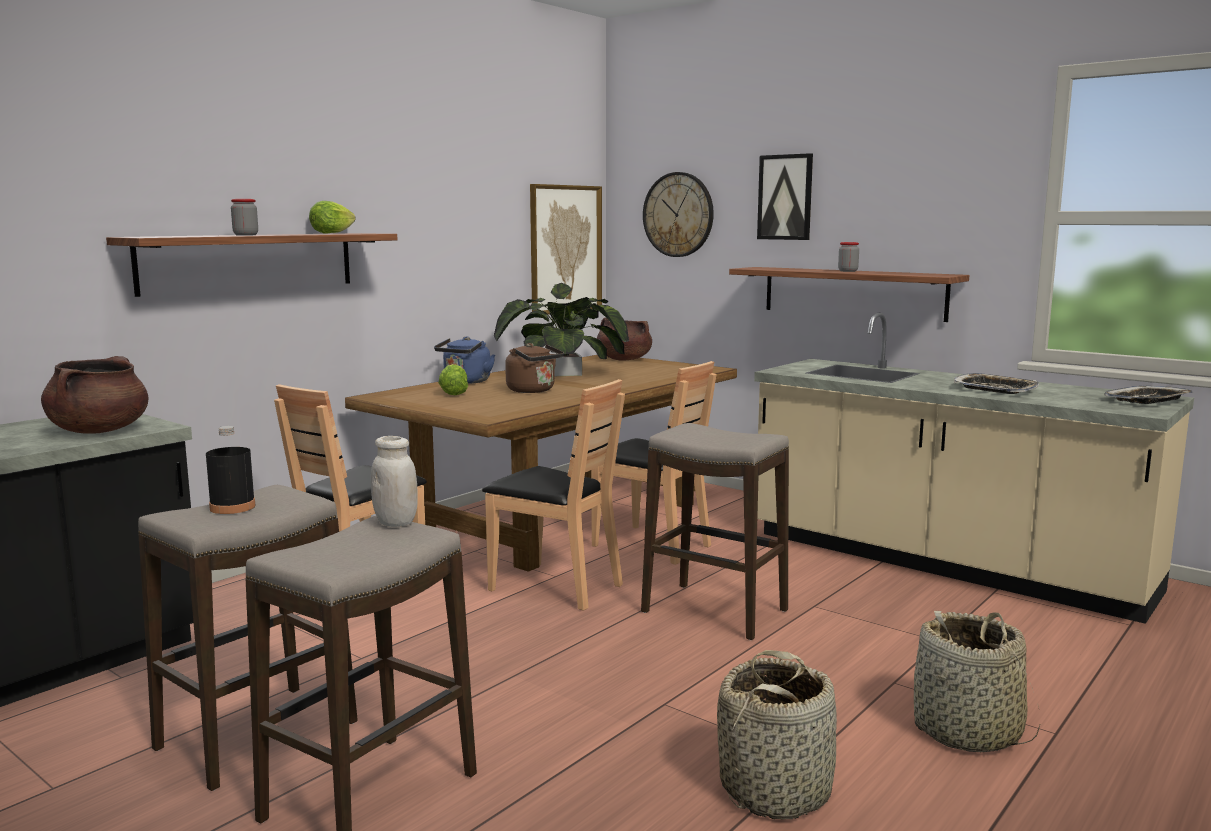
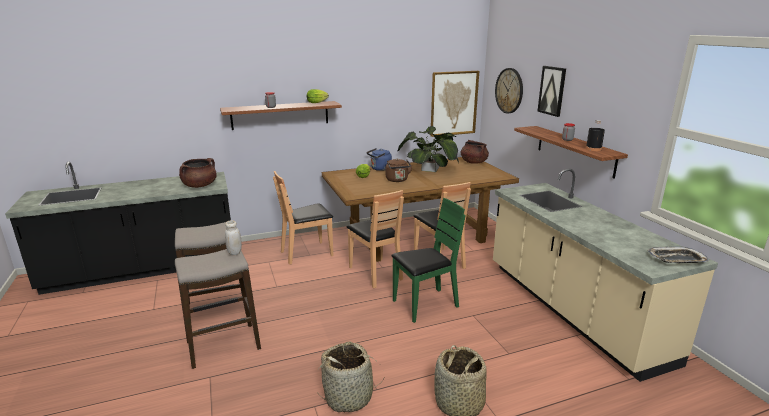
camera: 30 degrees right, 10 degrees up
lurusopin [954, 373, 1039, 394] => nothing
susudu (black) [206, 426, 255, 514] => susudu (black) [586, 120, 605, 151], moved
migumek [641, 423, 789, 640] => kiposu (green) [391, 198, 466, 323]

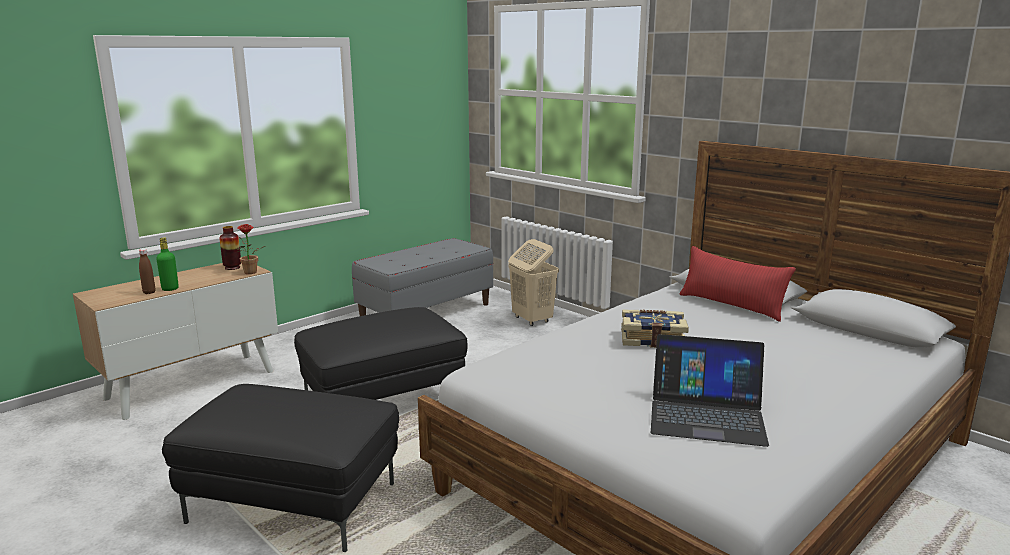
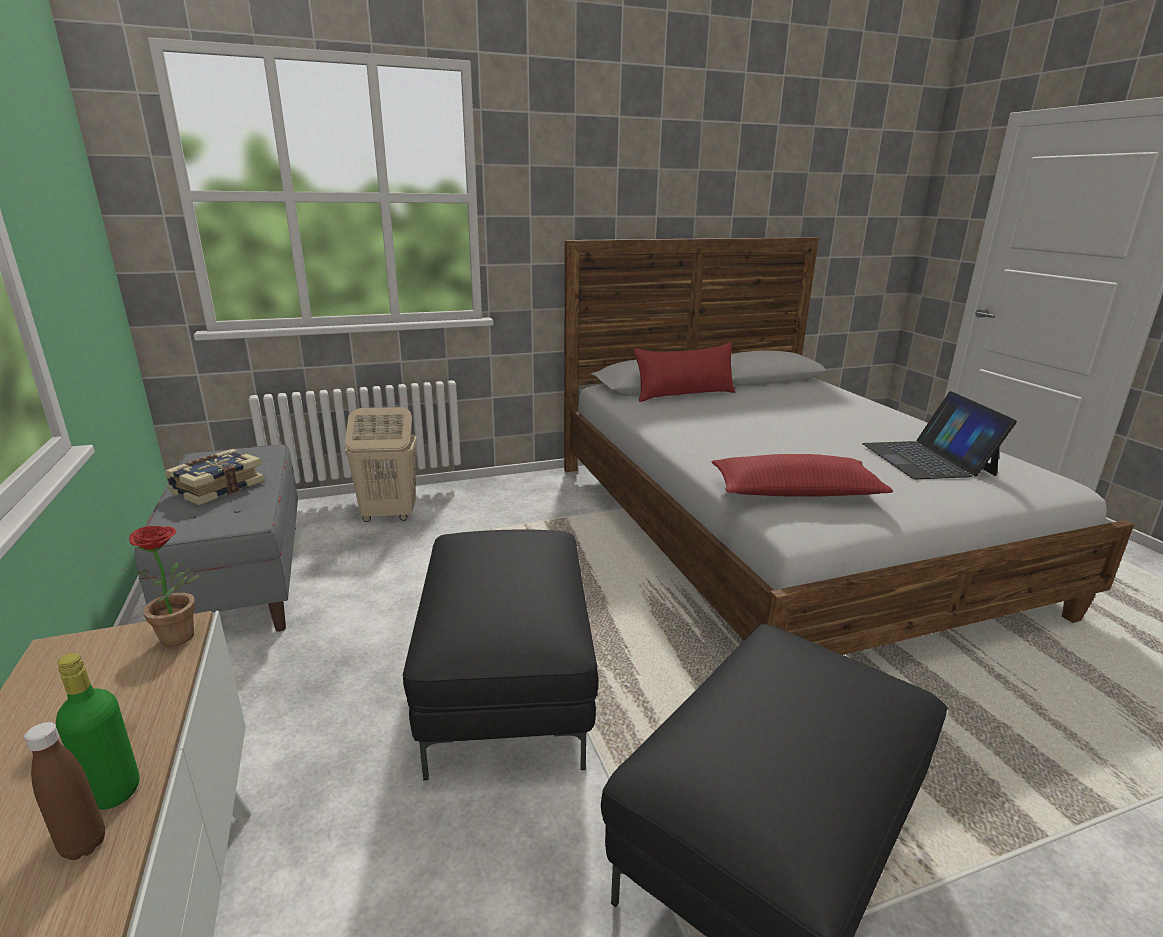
camera: 65 degrees left, 5 degrees up
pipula [219, 226, 241, 270] => nothing
nothing => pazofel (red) [712, 454, 893, 497]
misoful [621, 310, 689, 348] => misoful [165, 449, 265, 505], moved
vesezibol [651, 334, 769, 447] => vesezibol [862, 391, 1017, 479], 135 degrees clockwise

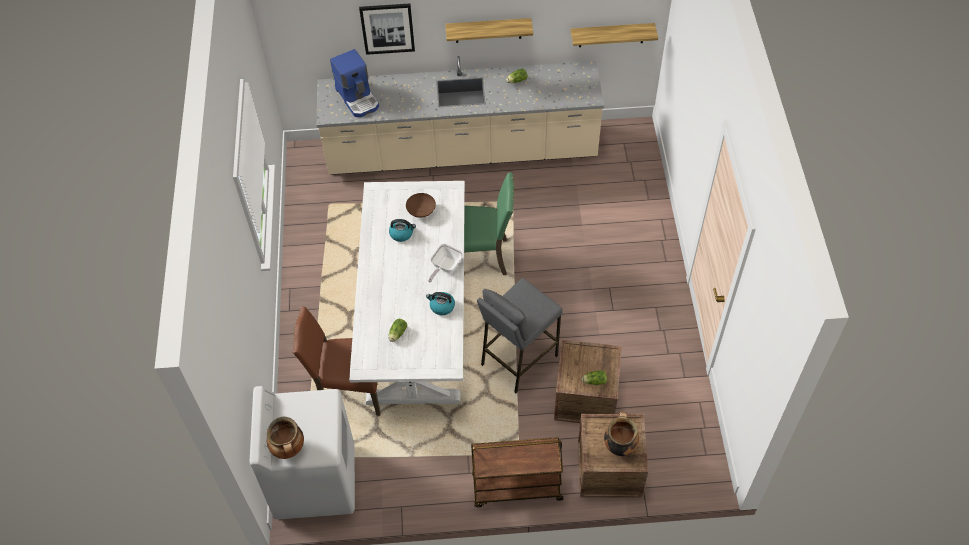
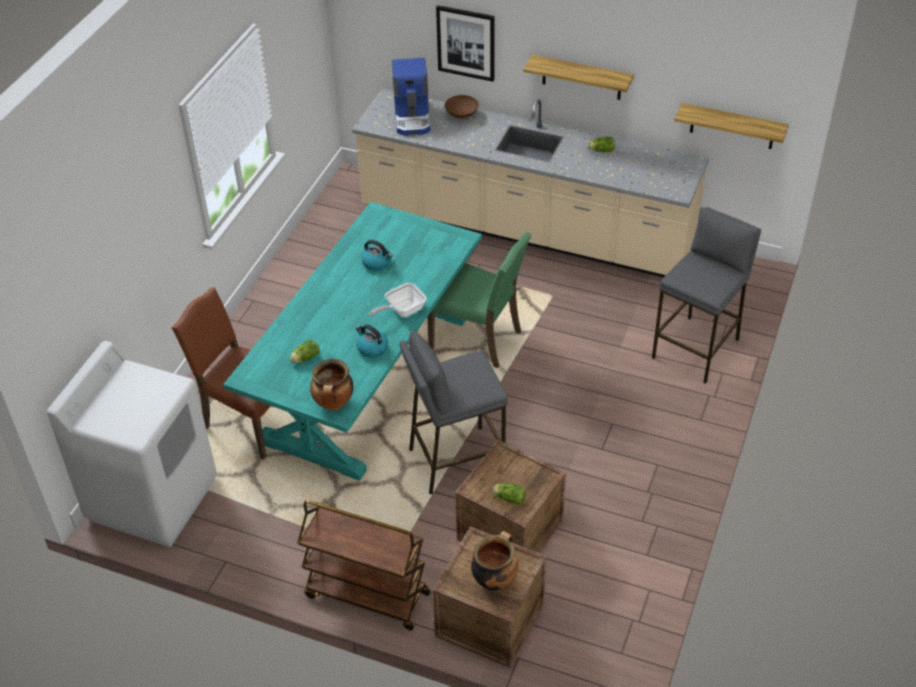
camera: 25 degrees right, 10 degrees down
nothing => migumek (grey) [652, 207, 761, 384]
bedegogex [267, 417, 304, 459] => bedegogex [310, 359, 353, 410], moved
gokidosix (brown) [406, 193, 436, 218] => gokidosix (brown) [445, 95, 479, 119], moved
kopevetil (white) [349, 181, 465, 405] => kopevetil (turquoise) [223, 202, 482, 481]

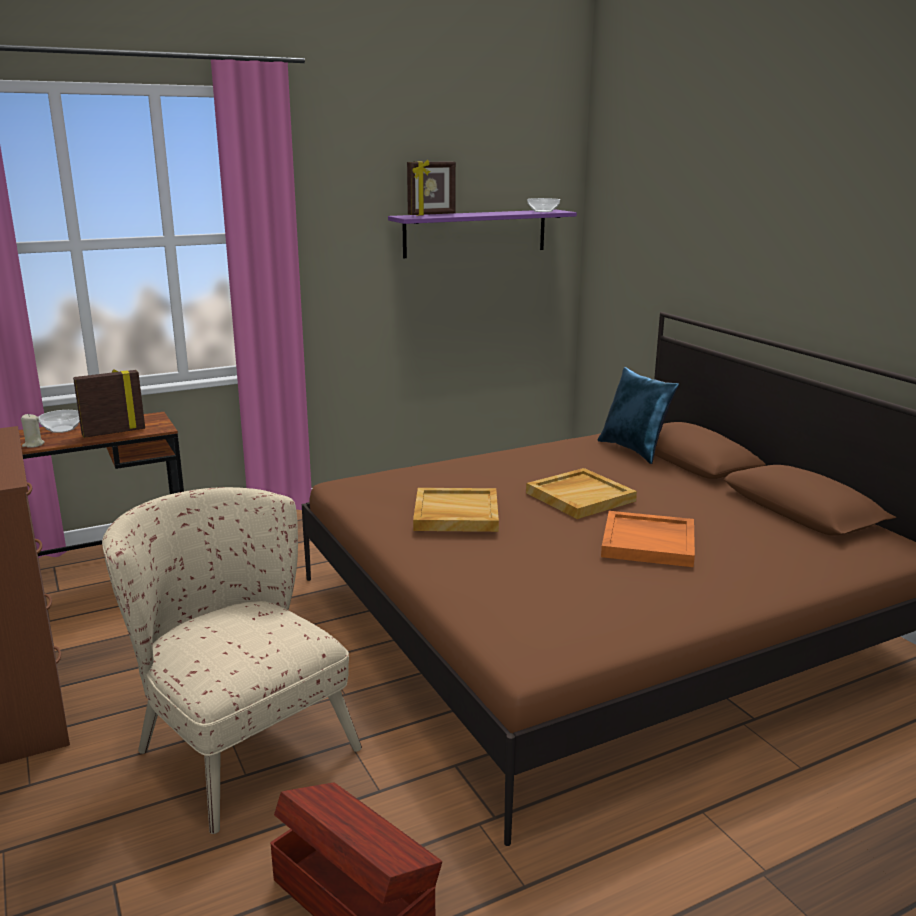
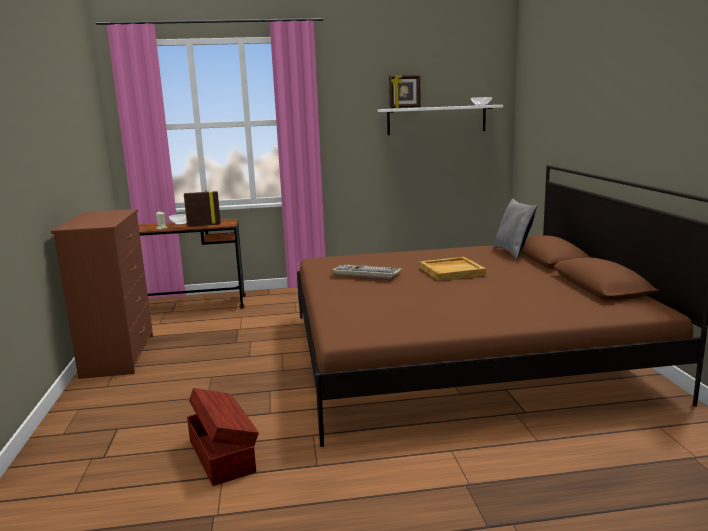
camera: 20 degrees right, 5 degrees down
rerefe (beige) [102, 487, 362, 834] => nothing
lurusopin (orange) [601, 511, 695, 567] => nothing
lurusopin (beige) [413, 488, 499, 532] => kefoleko [332, 265, 402, 279]
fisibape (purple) [388, 210, 577, 258] => fisibape (white) [378, 105, 503, 135]
pazofel (blue) [598, 367, 679, 464] => pazofel (grey) [494, 199, 537, 259]

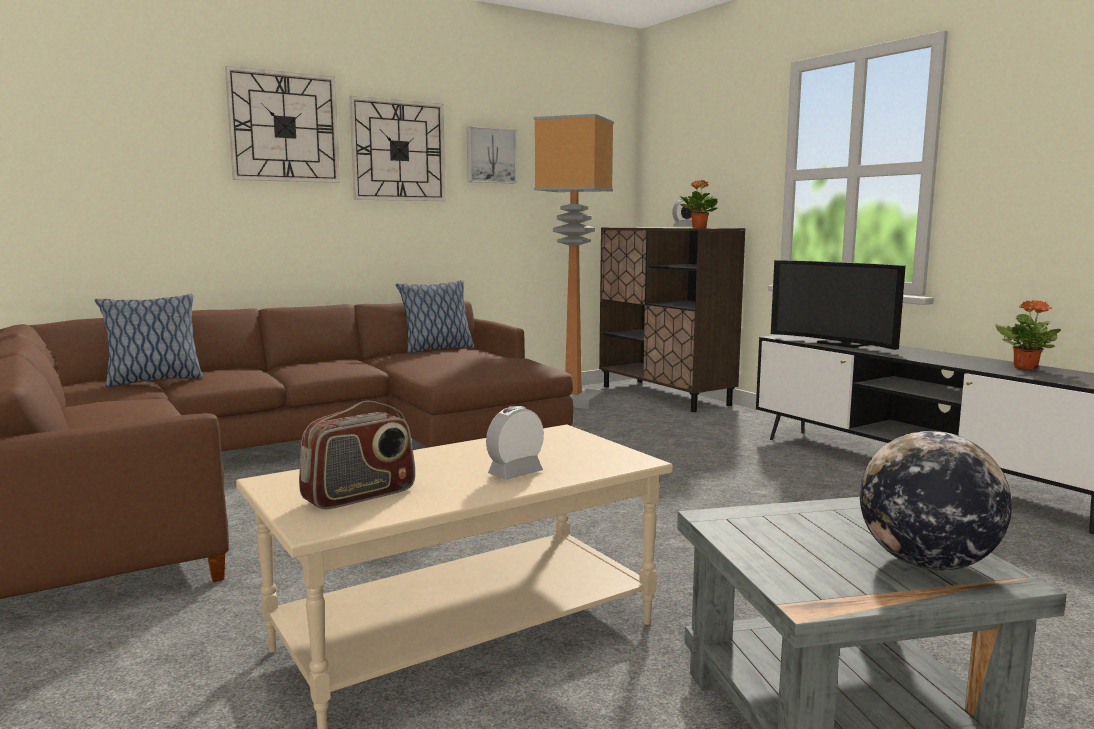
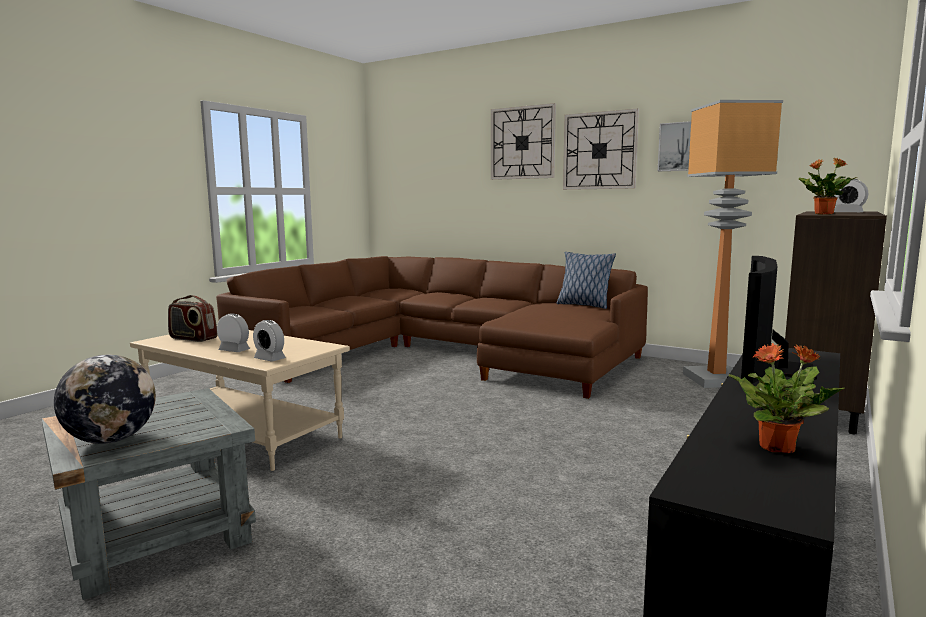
camera: 65 degrees right, 0 degrees up
pazofel [95, 294, 203, 387] => nothing
nothing => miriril [253, 320, 286, 362]

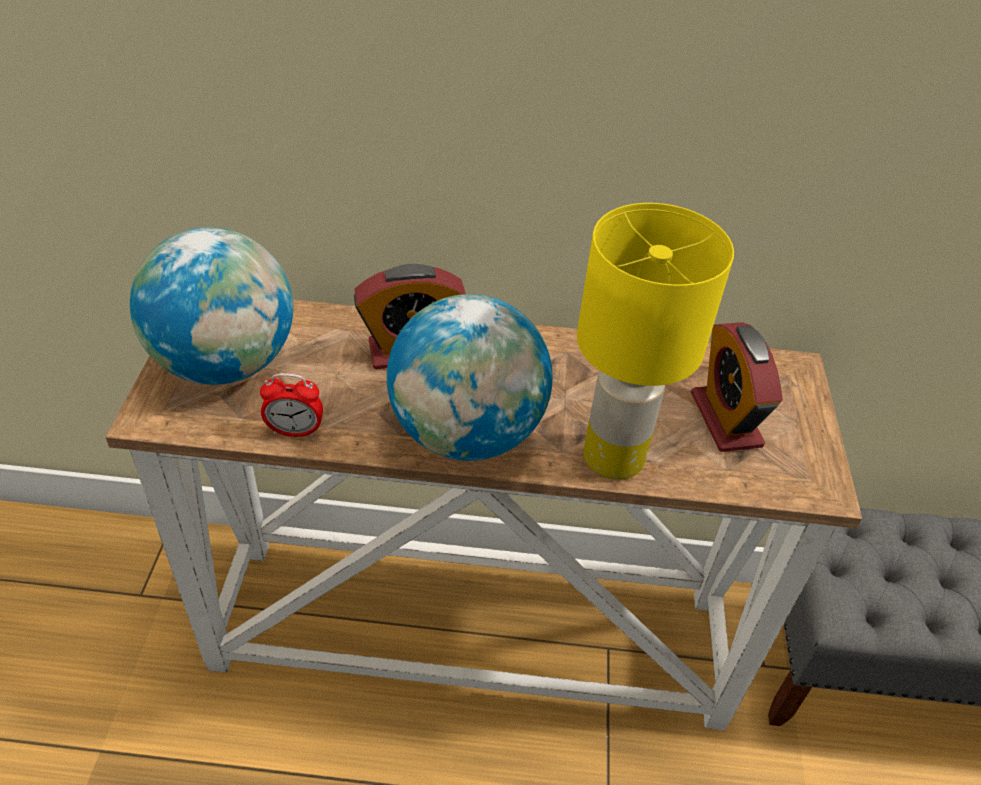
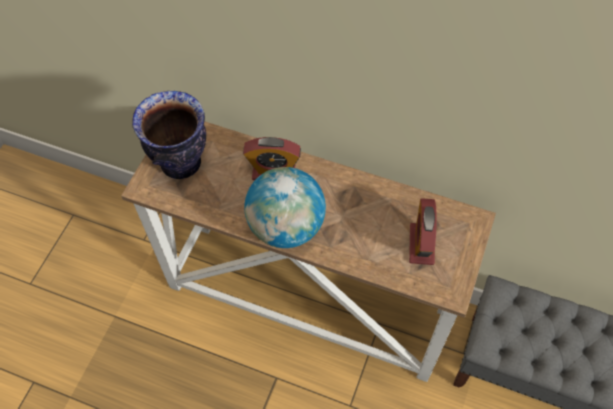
camera: 20 degrees right, 15 degrees up
miriril [260, 373, 323, 437] => nothing
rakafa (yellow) [577, 203, 734, 479] => nothing
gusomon [130, 227, 293, 385] => pipula [132, 91, 206, 179]

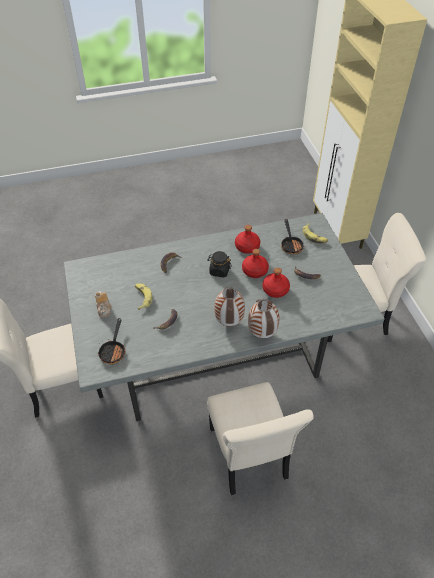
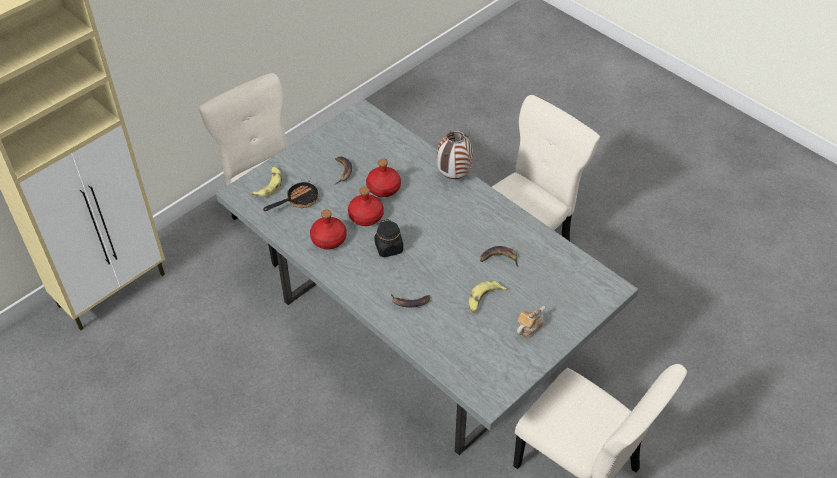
camera: 120 degrees left, 0 degrees up
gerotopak [98, 318, 125, 365] => nothing
pipula [214, 287, 245, 327] => nothing

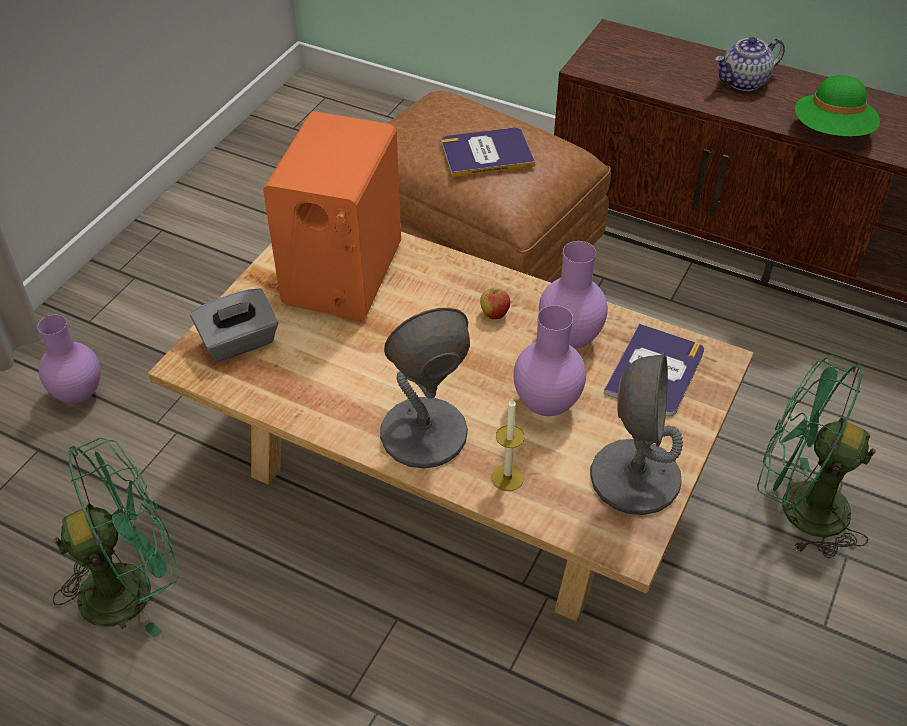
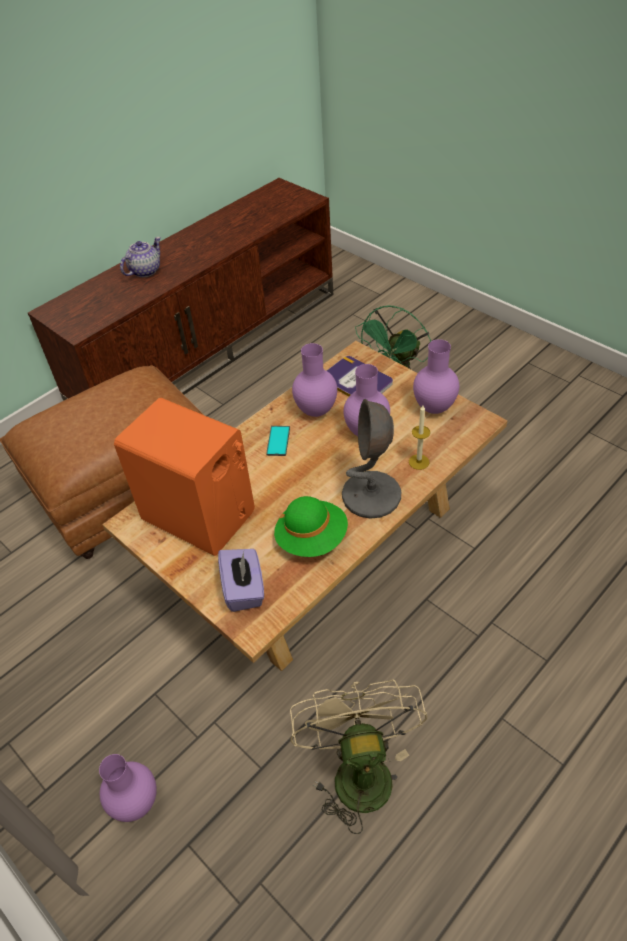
camera: 70 degrees left, 0 degrees up
misoful [442, 128, 535, 177] => nothing
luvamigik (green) [795, 75, 880, 136] => luvamigik (green) [274, 496, 348, 557], moved
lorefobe [480, 284, 510, 320] => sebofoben [266, 426, 290, 456]
rakafa (grey) [590, 352, 683, 515] => pipula (purple) [413, 339, 459, 414]
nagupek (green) [53, 437, 179, 638] => nagupek (beige) [290, 679, 428, 834]
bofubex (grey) [190, 289, 278, 362] => bofubex (purple) [218, 549, 264, 612]
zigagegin [715, 37, 785, 91] => zigagegin [120, 237, 161, 277], 135 degrees counterclockwise

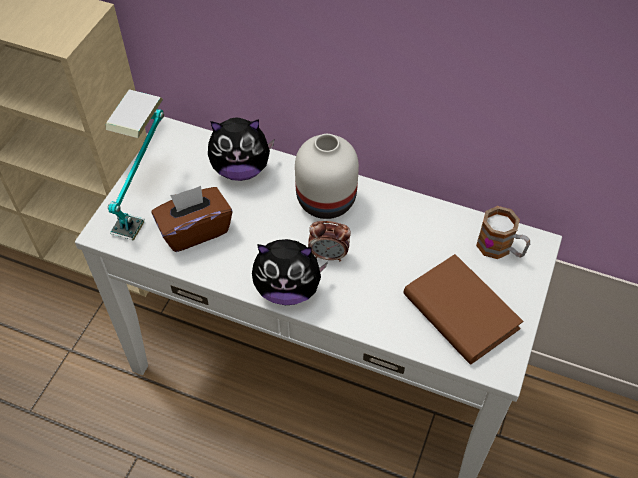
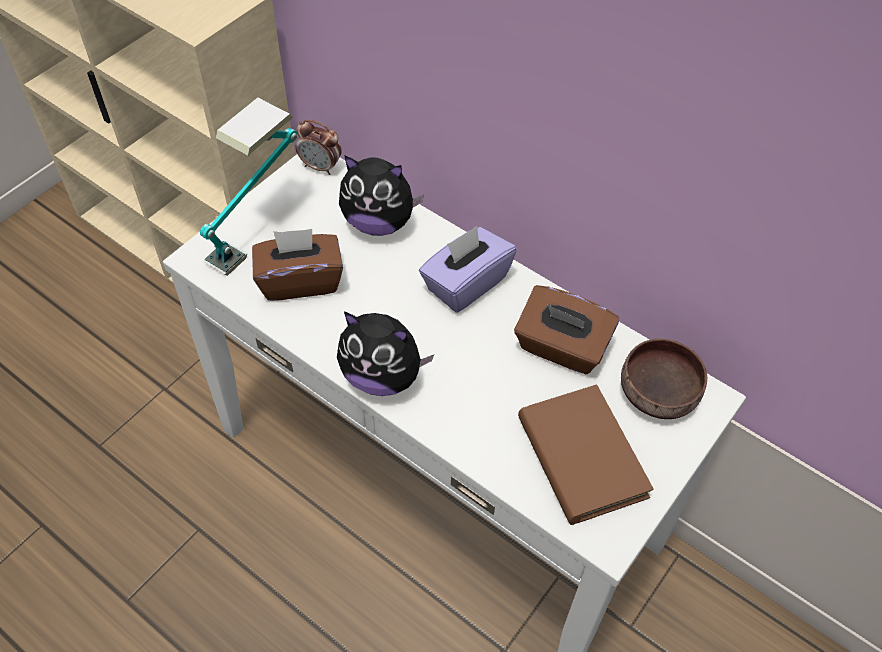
camera: 15 degrees right, 0 degrees up
nothing => bofubex (brown) [514, 285, 619, 374]
miriril [308, 221, 351, 261] => miriril [295, 119, 342, 175], moved
pipula (white) [295, 134, 359, 219] => bofubex (purple) [419, 226, 517, 313]
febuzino [476, 206, 530, 259] => gokidosix (brown) [621, 338, 707, 419]

